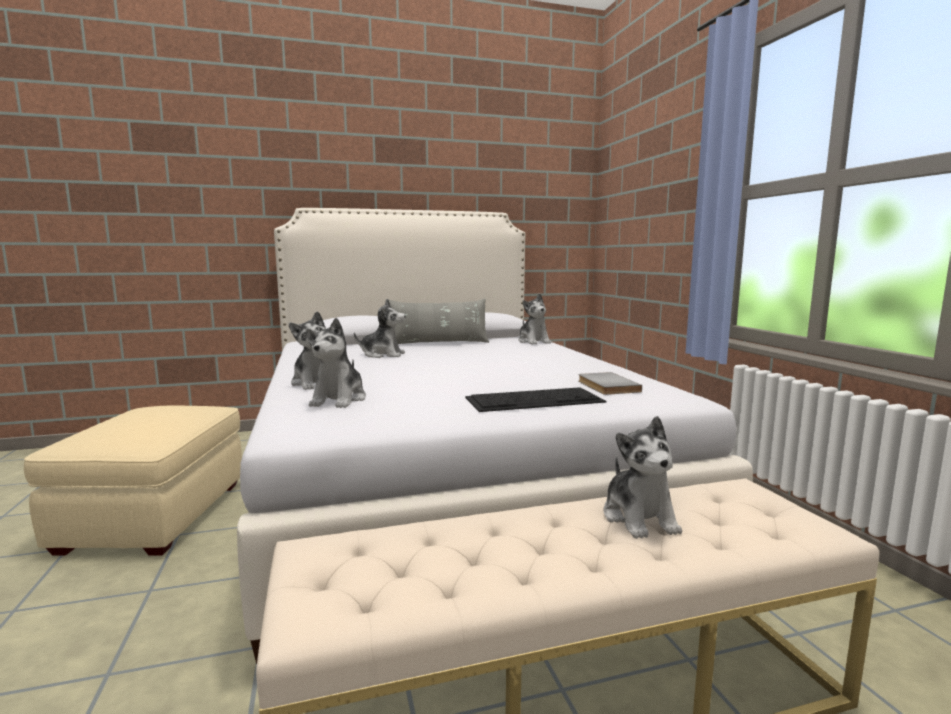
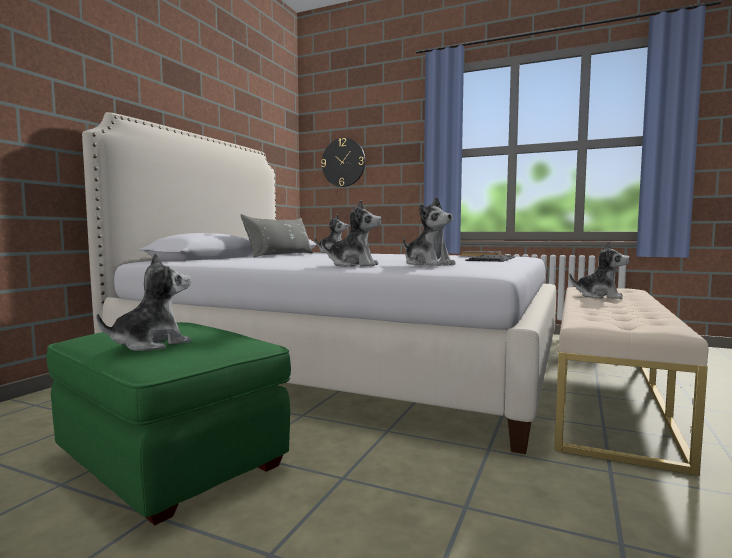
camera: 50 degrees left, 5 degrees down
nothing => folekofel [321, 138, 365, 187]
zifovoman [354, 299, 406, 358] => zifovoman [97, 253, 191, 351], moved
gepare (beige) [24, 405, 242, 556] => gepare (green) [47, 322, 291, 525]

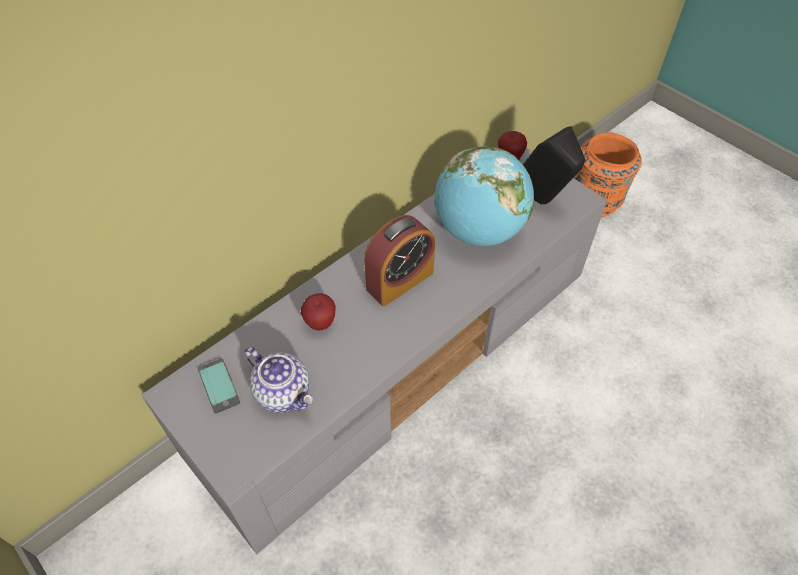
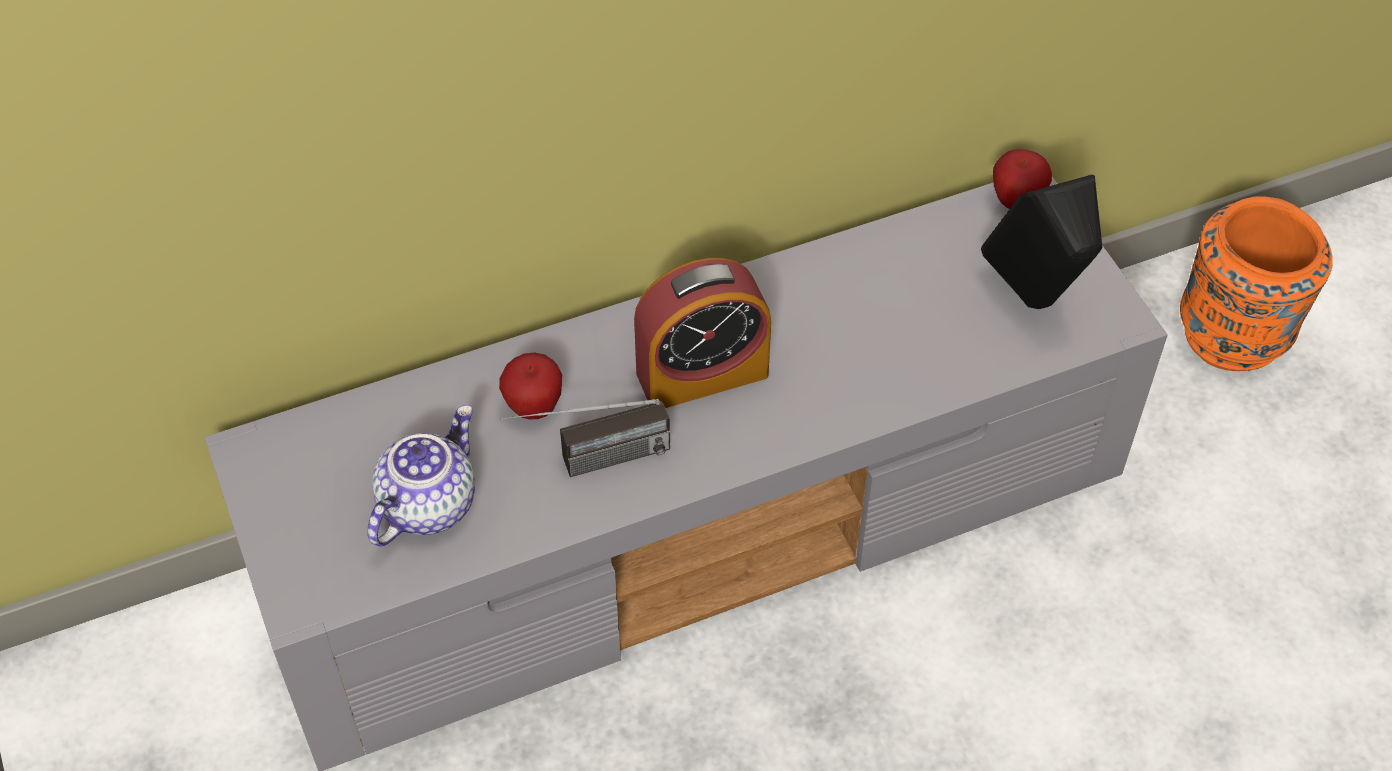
camera: 20 degrees right, 0 degrees up
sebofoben [198, 359, 240, 414] => nothing
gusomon [434, 146, 534, 246] => nothing
nothing => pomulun [500, 399, 670, 477]
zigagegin [244, 346, 313, 413] => zigagegin [367, 405, 475, 547], 120 degrees counterclockwise

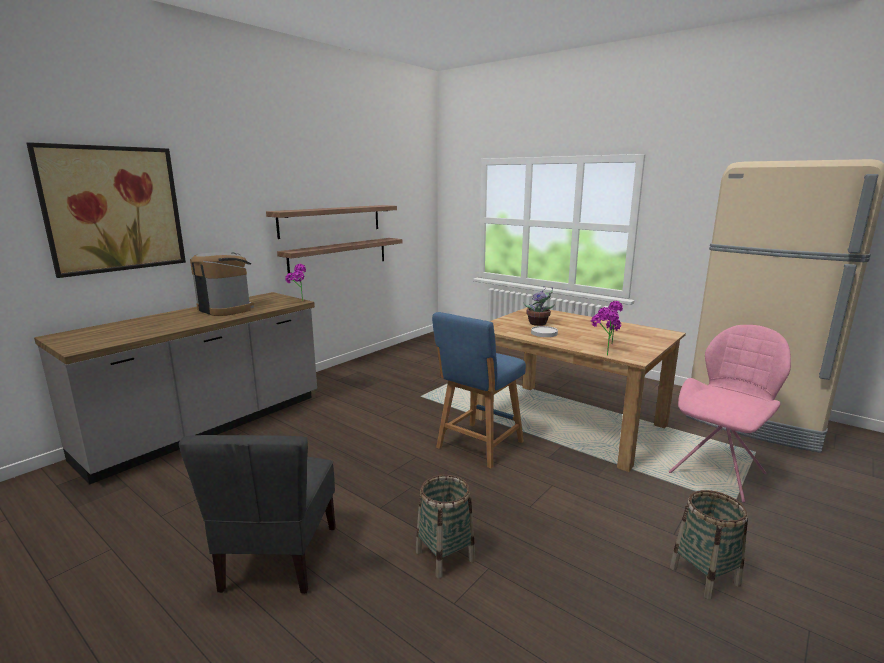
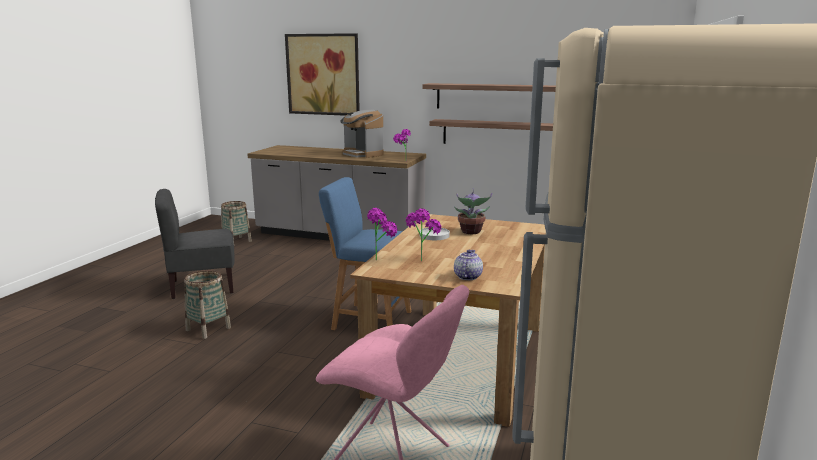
camera: 70 degrees right, 0 degrees up
nothing => zigagegin [454, 250, 483, 280]
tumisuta [670, 490, 748, 599] => tumisuta [221, 201, 252, 242], moved
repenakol [190, 252, 254, 316] => repenakol [340, 109, 384, 158], 120 degrees clockwise

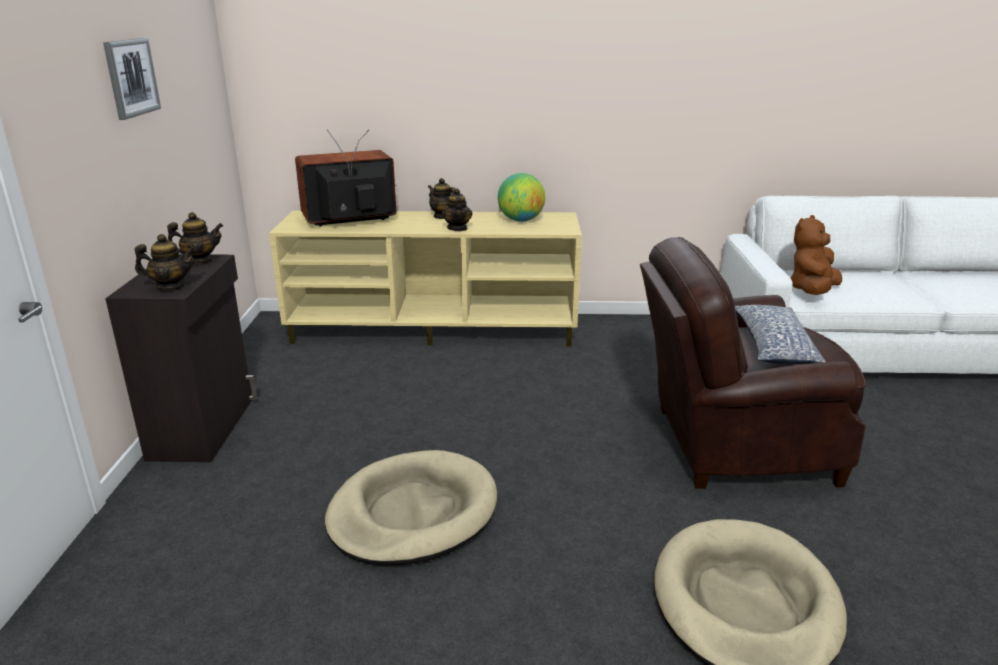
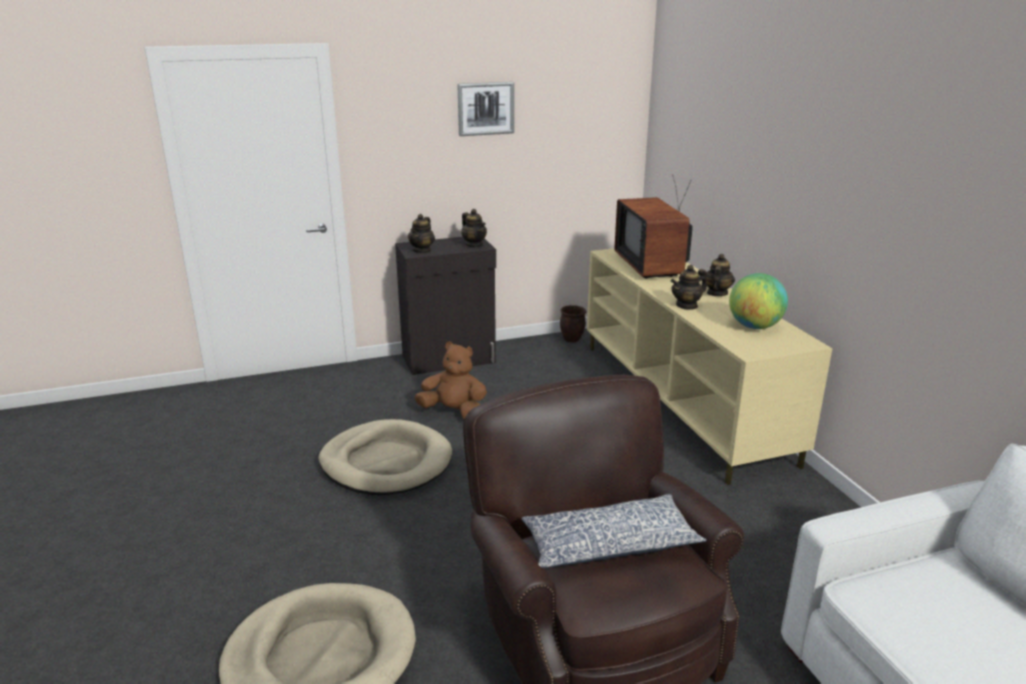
camera: 70 degrees right, 0 degrees up
nothing => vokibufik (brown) [560, 305, 586, 342]
zifovoman (brown) [790, 215, 842, 295] => zifovoman (brown) [415, 341, 487, 419], moved
zigagegin [135, 234, 195, 291] => zigagegin [408, 214, 435, 254], 45 degrees clockwise
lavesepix [295, 130, 397, 227] => lavesepix [614, 174, 693, 278], 150 degrees counterclockwise

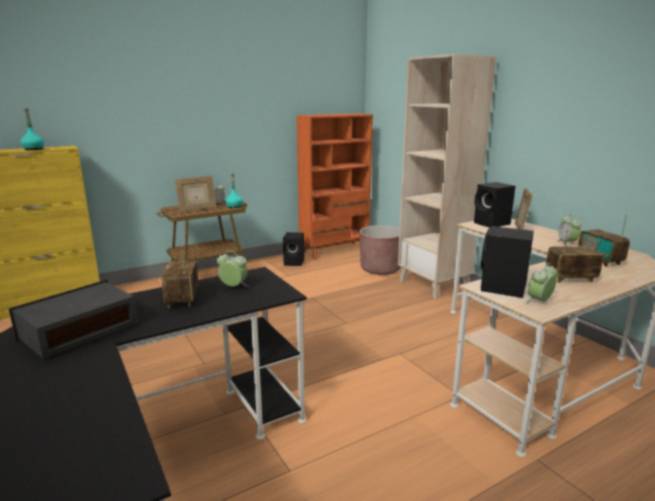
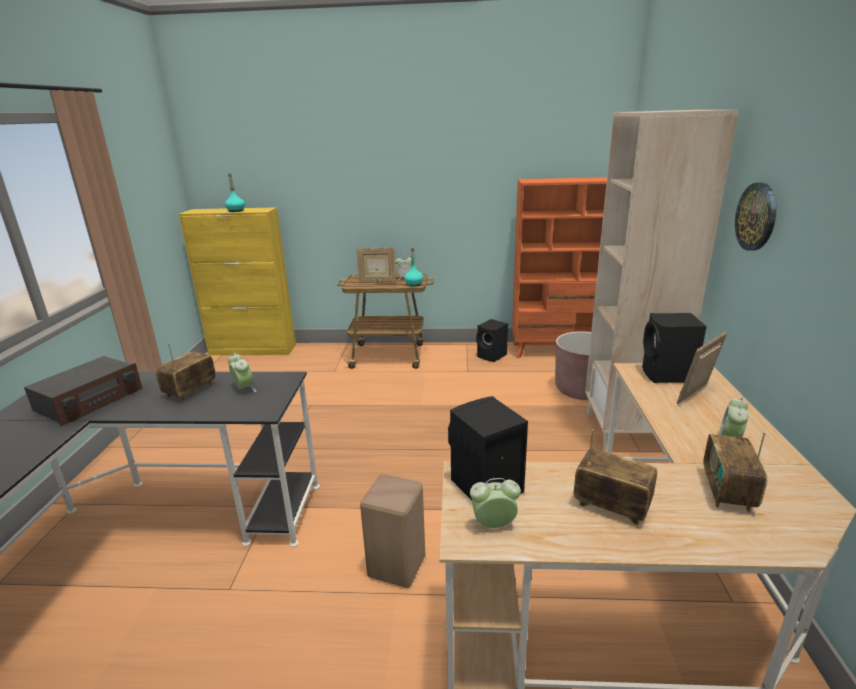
camera: 35 degrees right, 5 degrees up
nothing => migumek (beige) [360, 474, 425, 588]
nothing => folekofel [735, 183, 776, 251]
pomulun [8, 280, 138, 359] => pomulun [24, 356, 142, 426], 135 degrees clockwise

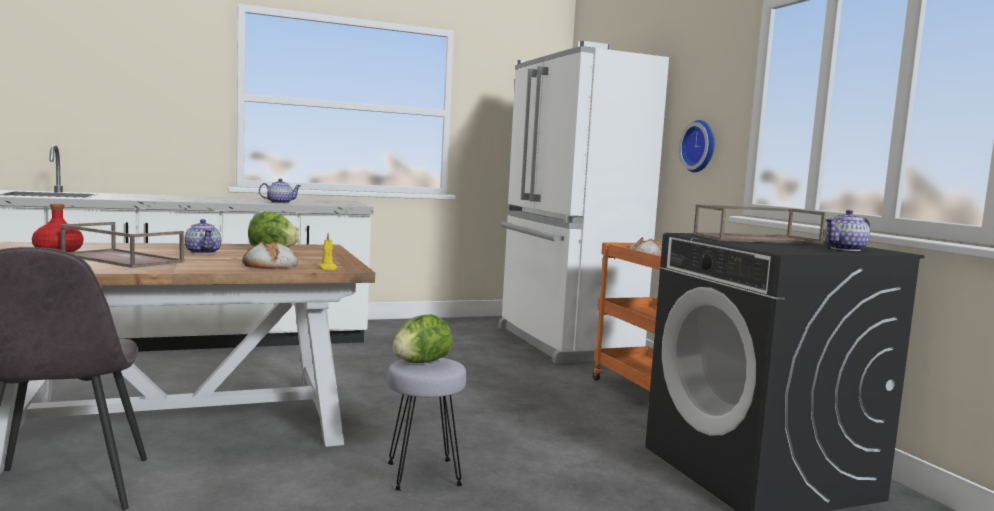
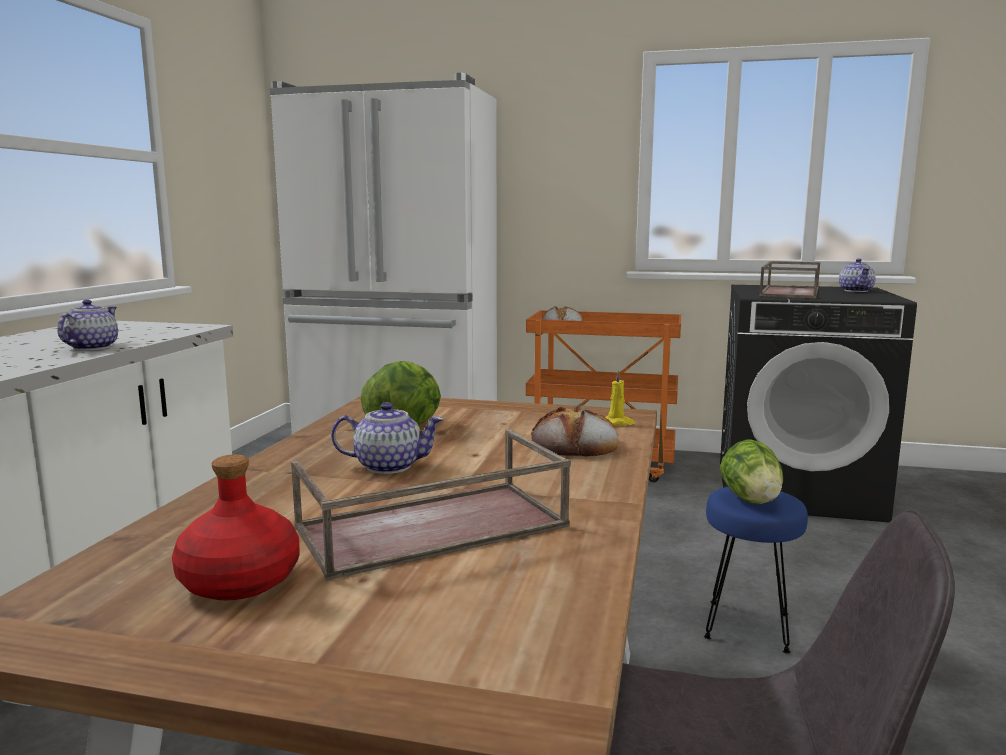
camera: 55 degrees left, 5 degrees up
folekofel [679, 120, 715, 172] => nothing
migumek (grey) [387, 358, 467, 491] => migumek (blue) [704, 487, 808, 653]

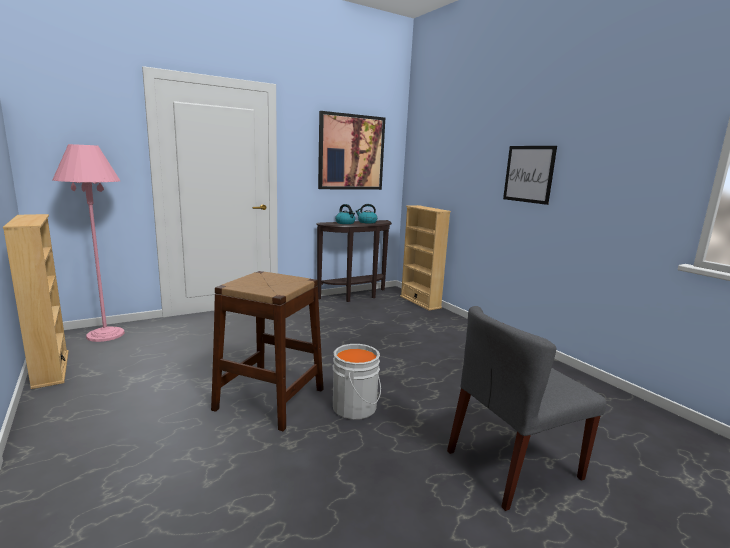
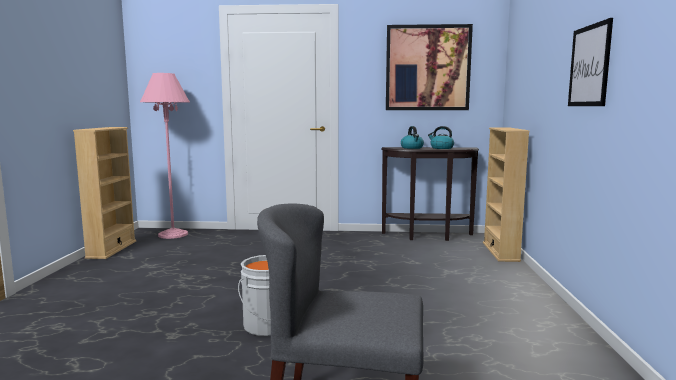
camera: 35 degrees right, 5 degrees down
migumek (brown) [211, 271, 324, 431] => nothing

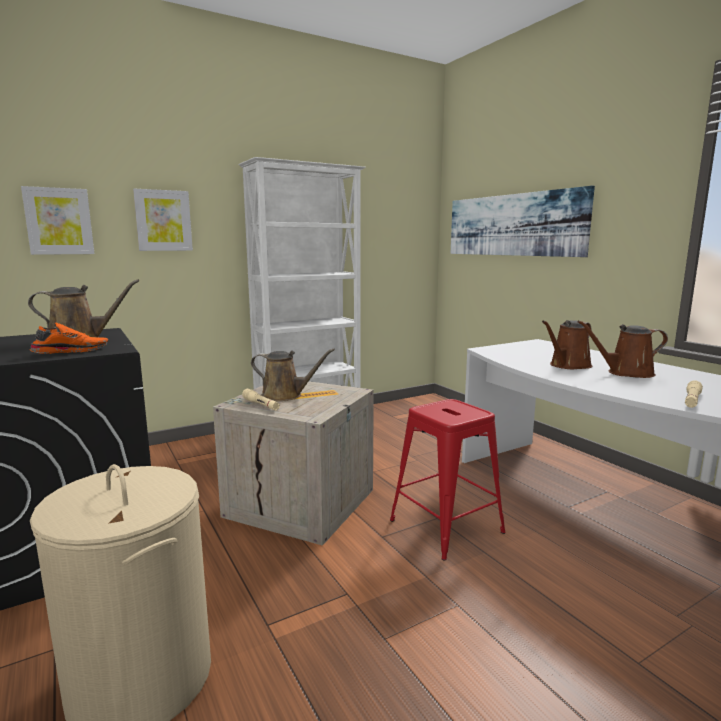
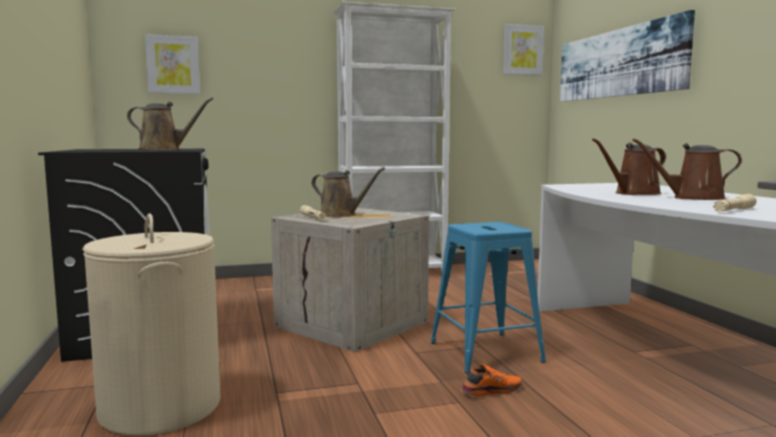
camera: 15 degrees right, 5 degrees down
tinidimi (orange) [30, 323, 108, 354] => tinidimi (orange) [461, 364, 522, 397], moved
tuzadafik [133, 189, 193, 251] => tuzadafik [503, 24, 544, 76], moved
migumek (red) [390, 399, 506, 561] => migumek (blue) [431, 222, 546, 374]

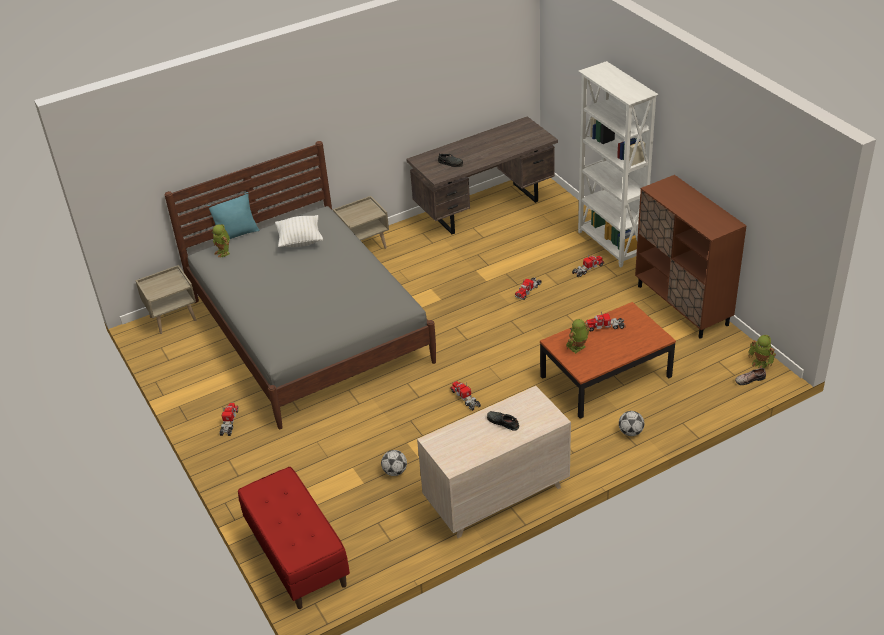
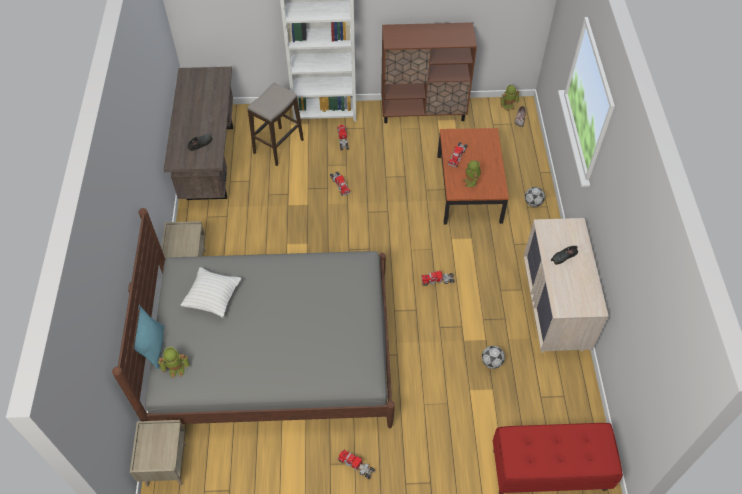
camera: 65 degrees left, 15 degrees up
nothing => migumek [248, 83, 304, 166]

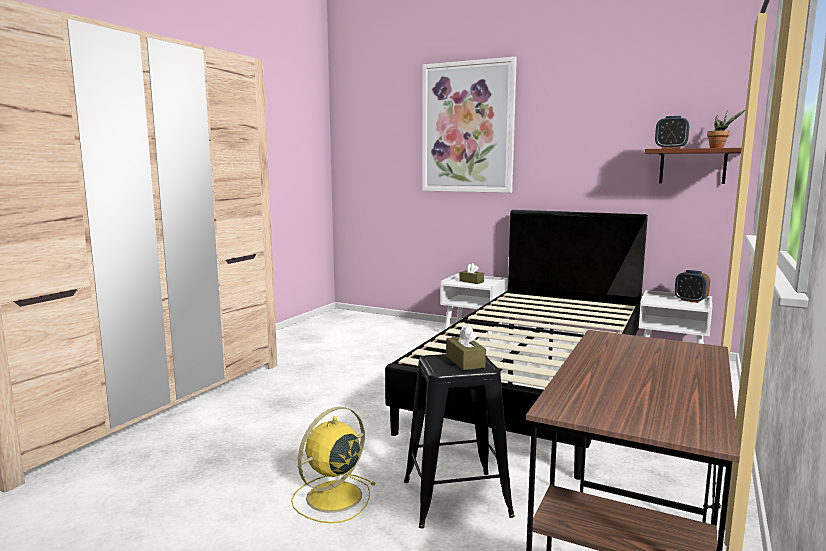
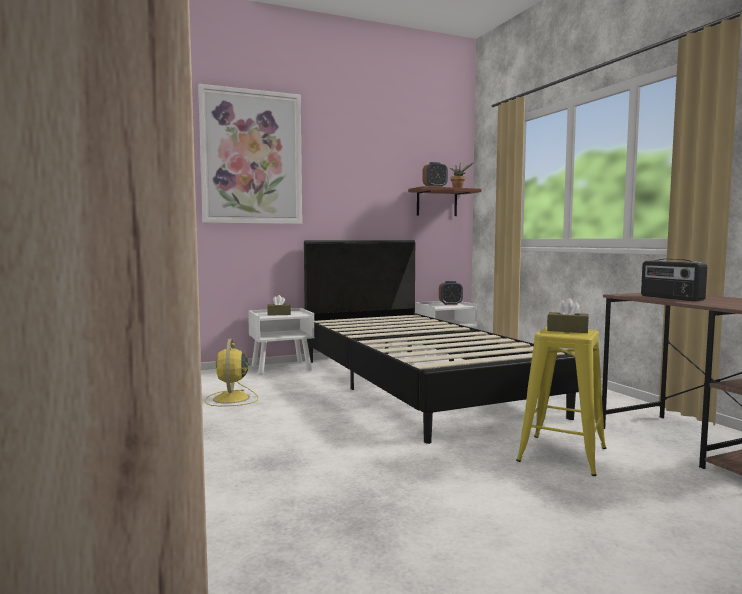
camera: 50 degrees left, 5 degrees down
nothing => pomulun [641, 259, 707, 301]
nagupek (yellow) [291, 407, 376, 523] => nagupek (yellow) [205, 339, 258, 406], moved
migumek (black) [404, 354, 515, 528] => migumek (yellow) [516, 327, 606, 476]

